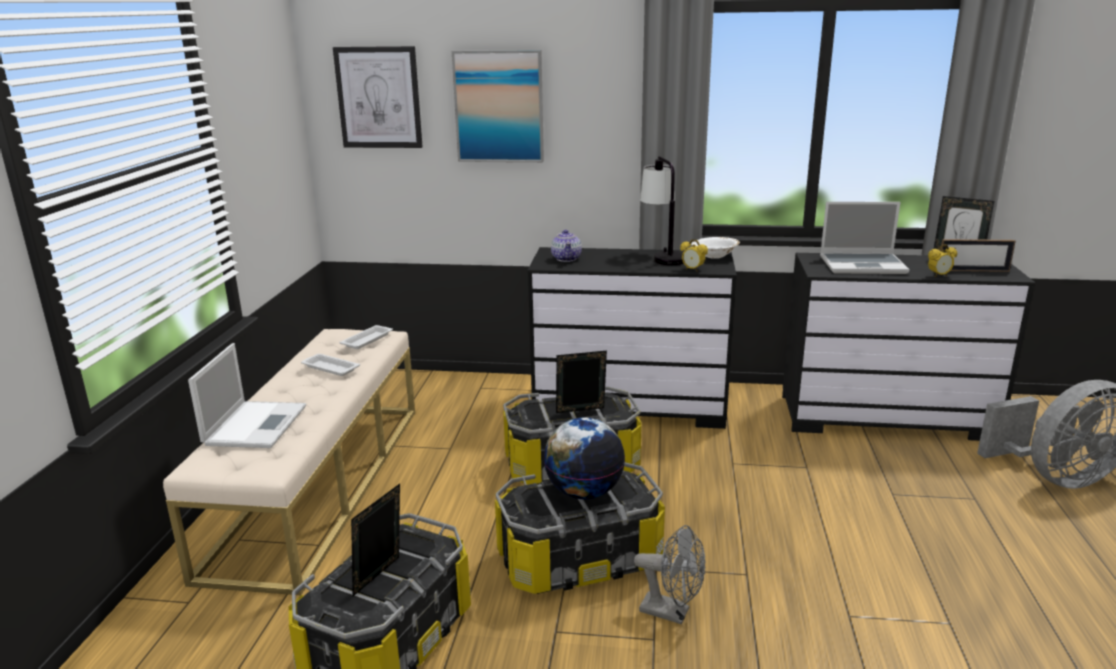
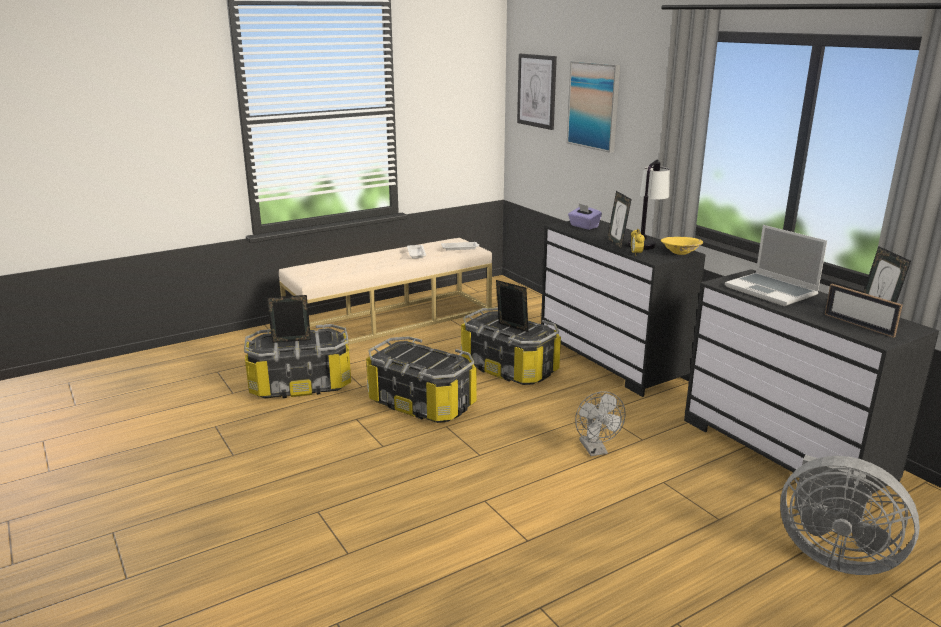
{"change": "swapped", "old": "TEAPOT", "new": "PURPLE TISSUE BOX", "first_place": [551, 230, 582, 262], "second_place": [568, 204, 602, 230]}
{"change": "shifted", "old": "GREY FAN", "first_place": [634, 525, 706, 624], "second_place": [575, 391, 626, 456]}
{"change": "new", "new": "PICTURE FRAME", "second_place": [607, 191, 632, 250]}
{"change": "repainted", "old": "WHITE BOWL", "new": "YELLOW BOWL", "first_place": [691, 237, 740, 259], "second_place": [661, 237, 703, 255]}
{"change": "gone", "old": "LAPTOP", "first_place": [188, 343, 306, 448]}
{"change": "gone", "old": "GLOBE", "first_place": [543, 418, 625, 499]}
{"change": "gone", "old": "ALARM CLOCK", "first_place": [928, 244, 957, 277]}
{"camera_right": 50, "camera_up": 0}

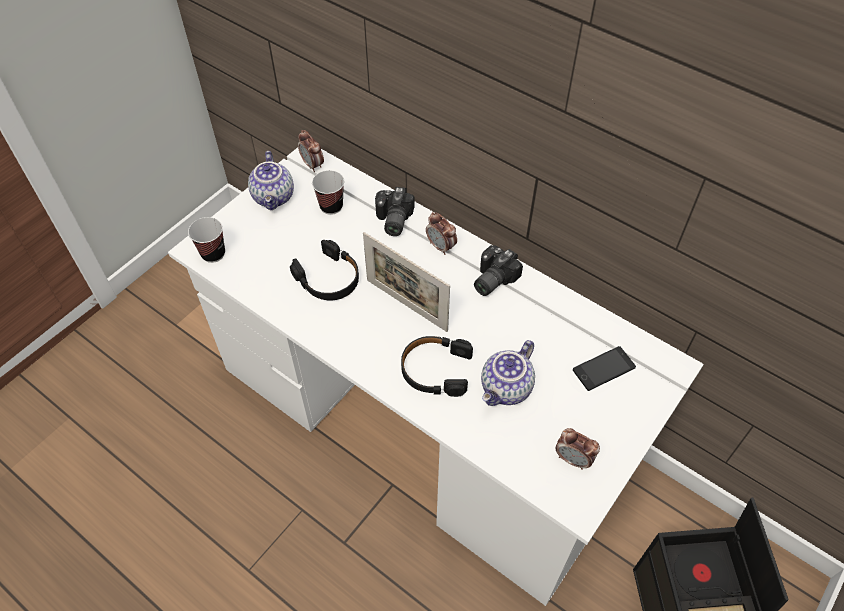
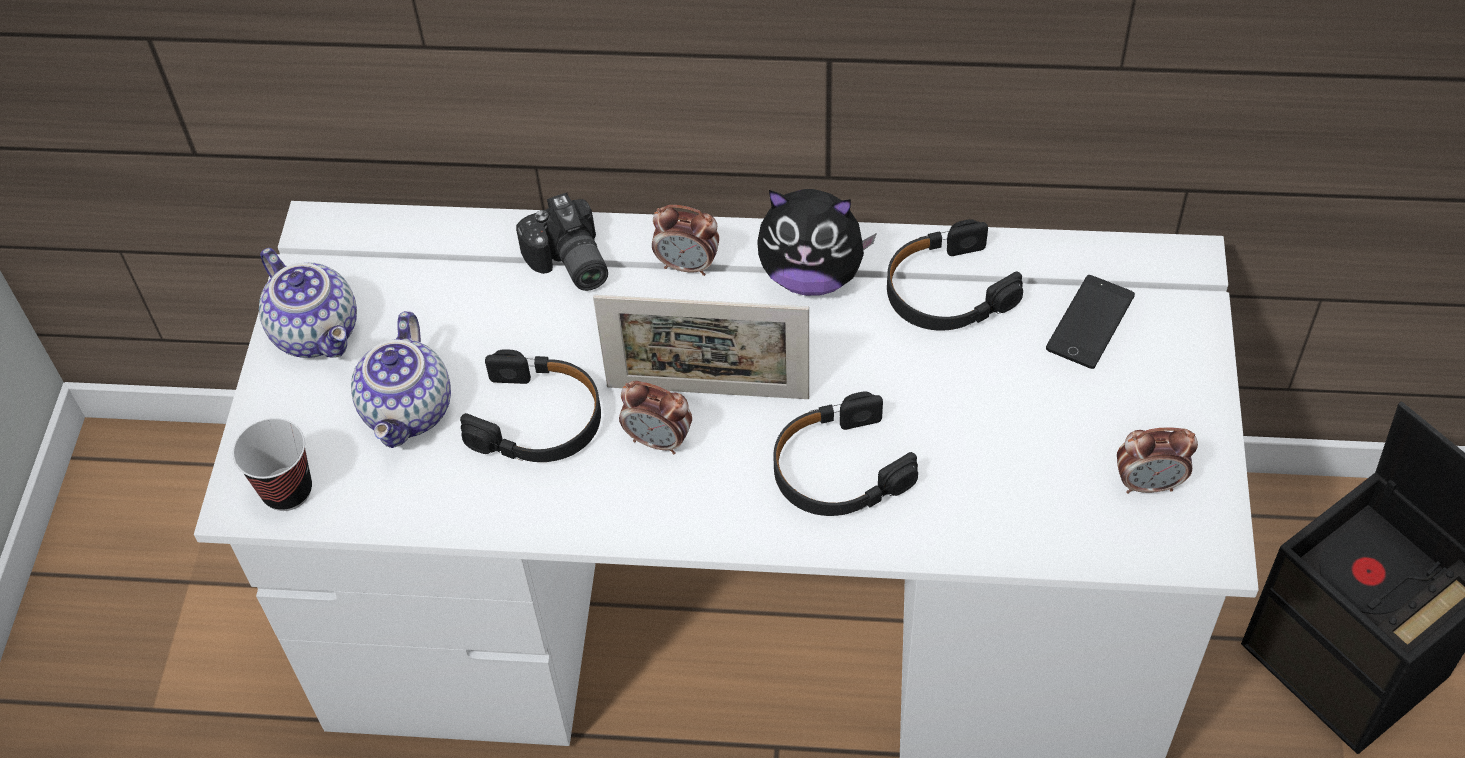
{"change": "shifted", "old": "TEAPOT", "first_place": [481, 340, 535, 406], "second_place": [351, 311, 451, 448]}
{"change": "shifted", "old": "ALARM CLOCK", "first_place": [298, 130, 324, 172], "second_place": [619, 381, 692, 454]}
{"change": "swapped", "old": "PHOTO CAMERA", "new": "PLUSH TOY", "first_place": [474, 245, 523, 296], "second_place": [757, 189, 877, 296]}
{"change": "new", "new": "BLACK HEADPHONES", "second_place": [887, 219, 1023, 331]}
{"change": "gone", "old": "CUP", "first_place": [312, 170, 344, 215]}
{"camera_right": -30, "camera_up": 0}

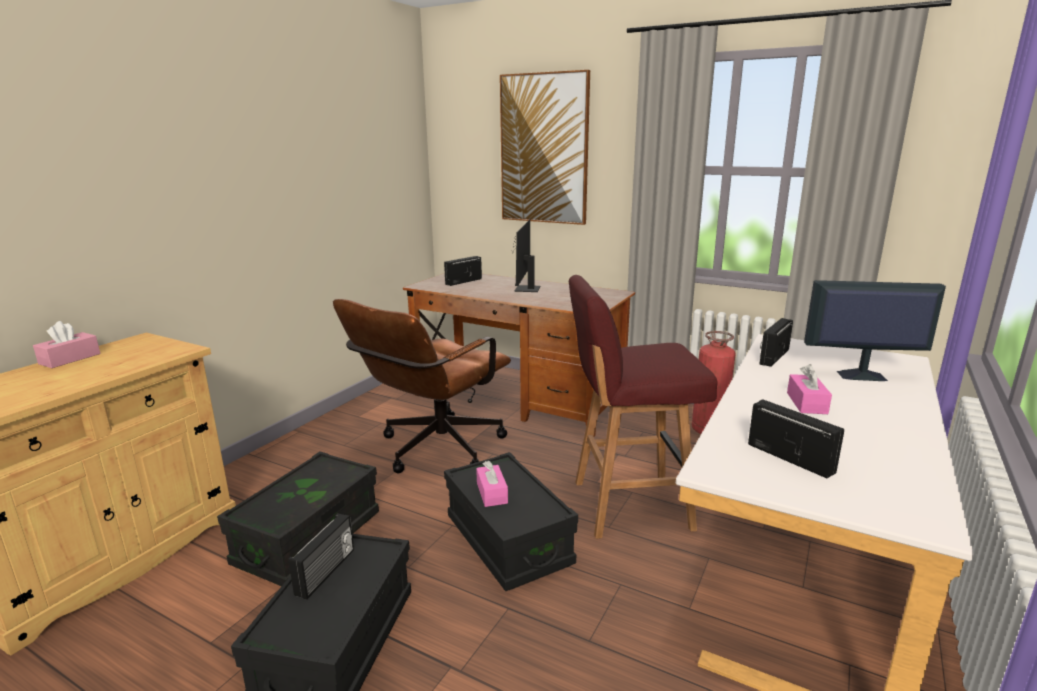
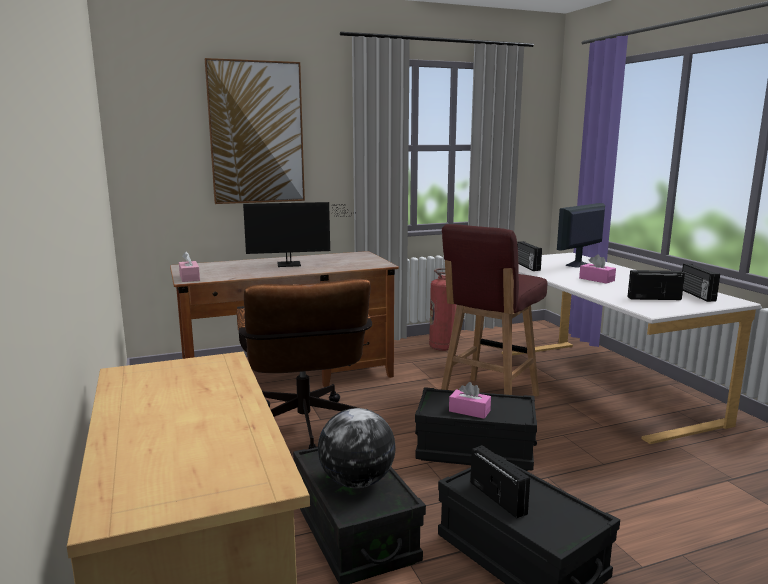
{"change": "shifted", "old": "PINK TISSUE BOX", "first_place": [33, 321, 100, 368], "second_place": [179, 251, 200, 282]}
{"change": "rotated", "old": "MONITOR", "first_place": [514, 219, 540, 292], "second_place": [243, 202, 357, 267], "degrees": -60}
{"change": "new", "new": "GLOBE", "second_place": [318, 408, 396, 488]}
{"change": "shifted", "old": "RADIO", "first_place": [444, 256, 482, 286], "second_place": [682, 264, 720, 302]}
{"camera_right": -50, "camera_up": -5}

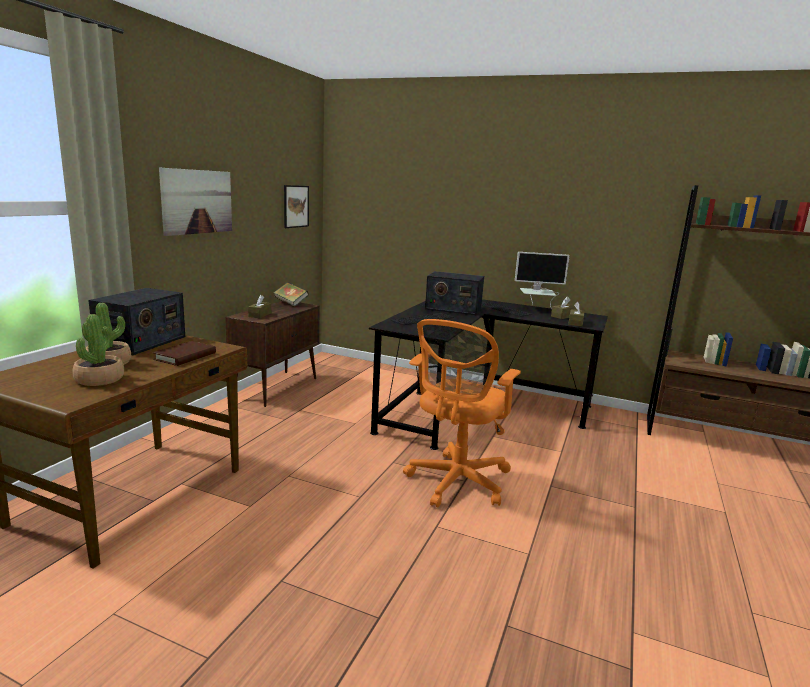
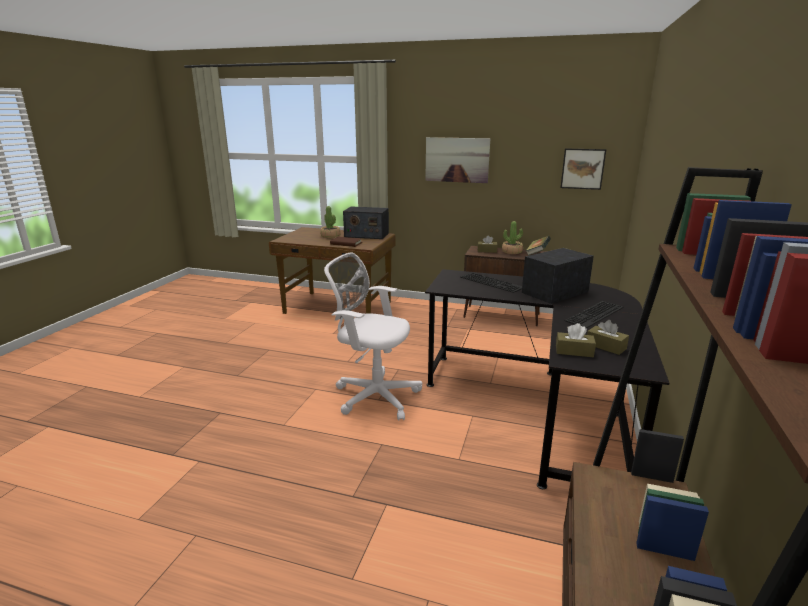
{"change": "repainted", "old": "ORANGE OFFICE CHAIR", "new": "WHITE OFFICE CHAIR", "first_place": [403, 319, 521, 507], "second_place": [324, 253, 422, 421]}
{"change": "shifted", "old": "POTTED PLANT", "first_place": [72, 314, 124, 386], "second_place": [502, 221, 523, 254]}
{"change": "rotated", "old": "RADIO", "first_place": [425, 271, 484, 315], "second_place": [522, 248, 594, 304], "degrees": 45}
{"change": "gone", "old": "MONITOR", "first_place": [515, 252, 570, 309]}
{"camera_right": 85, "camera_up": 5}

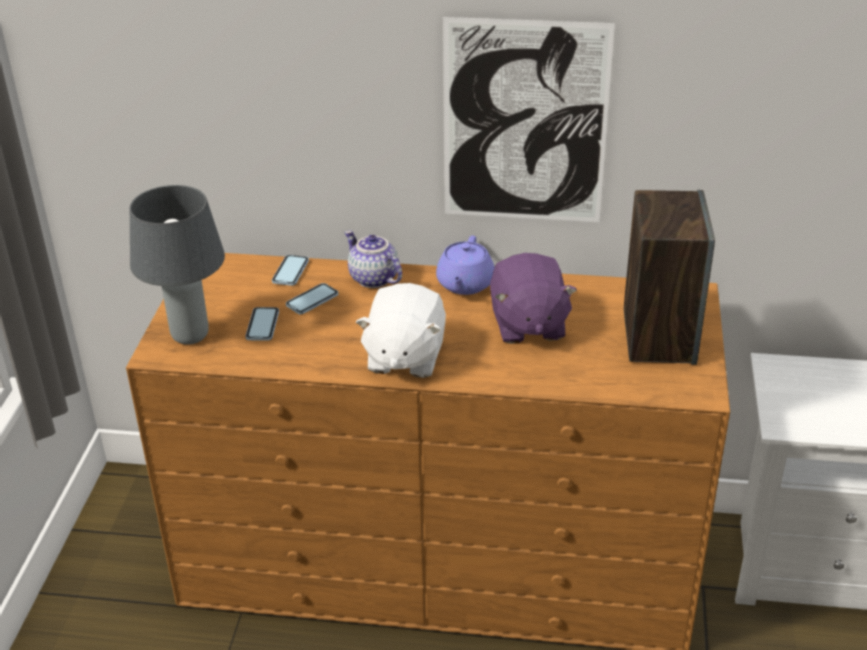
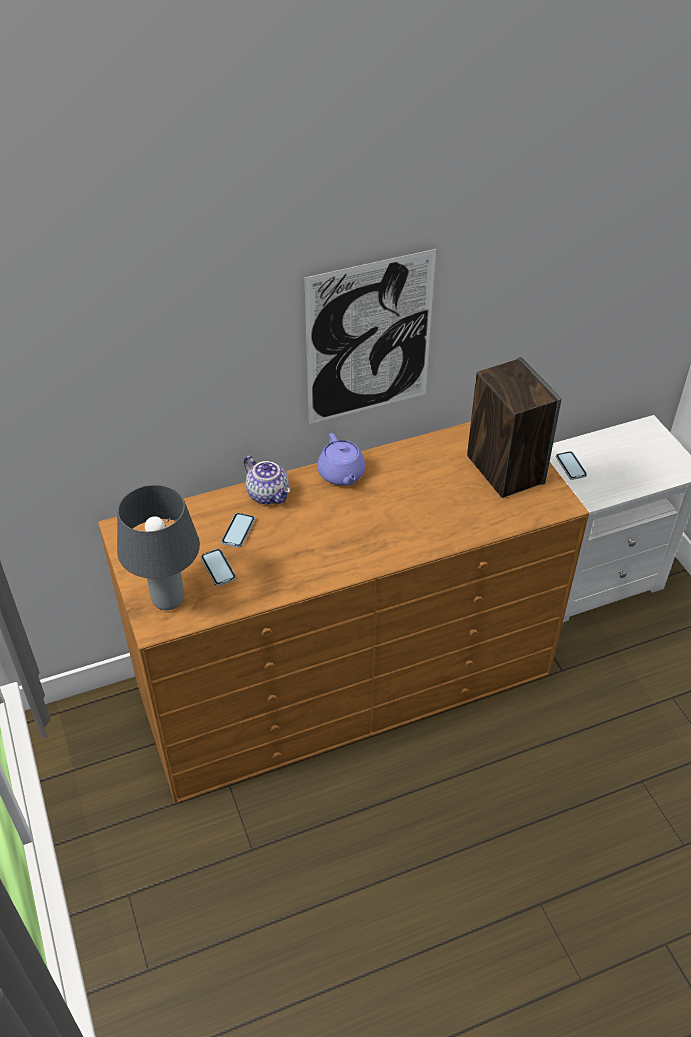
{"change": "rotated", "old": "TEAPOT", "first_place": [344, 230, 402, 288], "second_place": [244, 456, 290, 505], "degrees": -150}
{"change": "shifted", "old": "PHONE", "first_place": [272, 255, 309, 286], "second_place": [556, 451, 587, 480]}
{"change": "gone", "old": "WHITE PLUSH TOY", "first_place": [355, 283, 446, 378]}
{"change": "gone", "old": "PURPLE PLUSH TOY", "first_place": [490, 253, 577, 344]}
{"camera_right": -30, "camera_up": 10}

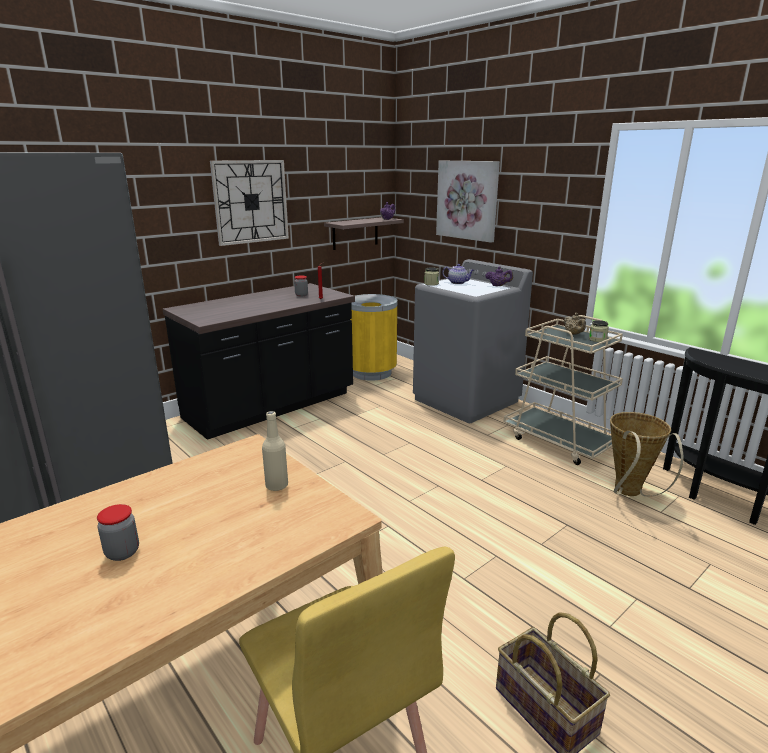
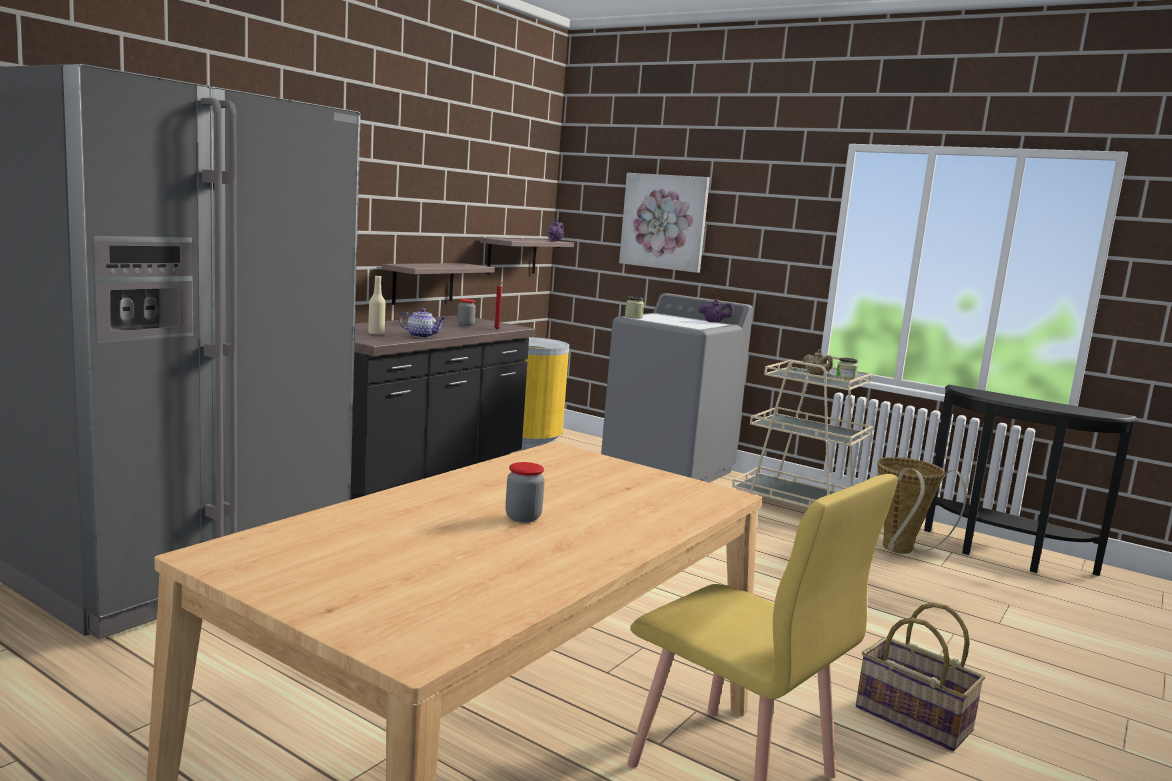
{"change": "shifted", "old": "BEIGE BOTTLE", "first_place": [262, 411, 288, 491], "second_place": [368, 276, 386, 335]}
{"change": "new", "new": "SHELF", "second_place": [382, 263, 495, 305]}
{"change": "shifted", "old": "TEAPOT", "first_place": [442, 264, 474, 284], "second_place": [399, 308, 445, 338]}
{"change": "gone", "old": "WALL CLOCK", "first_place": [210, 160, 289, 246]}
{"camera_right": -15, "camera_up": -10}

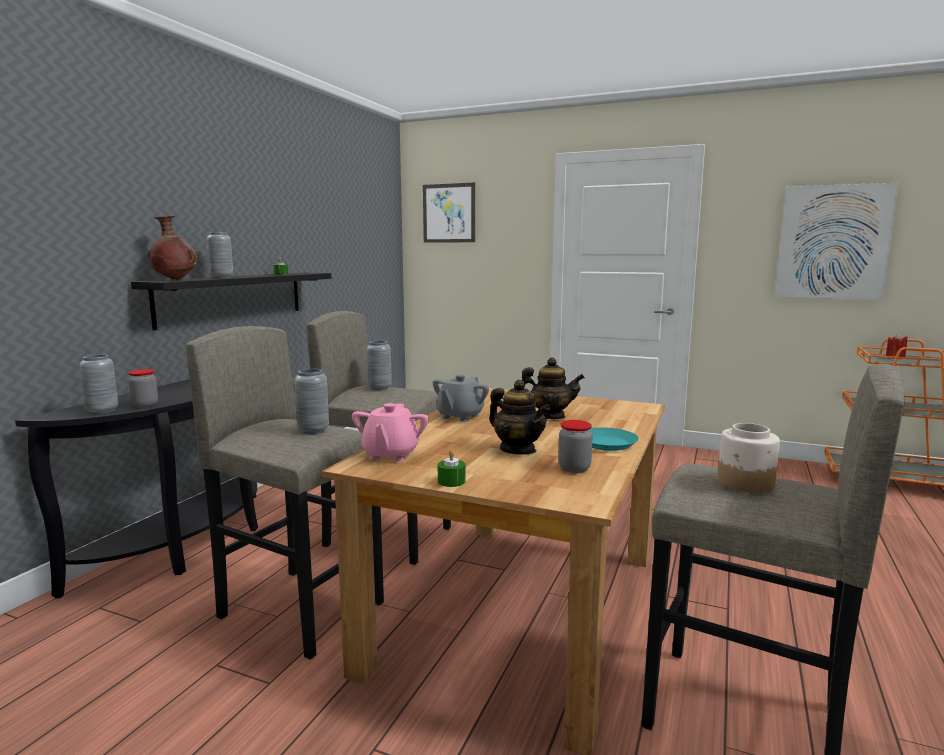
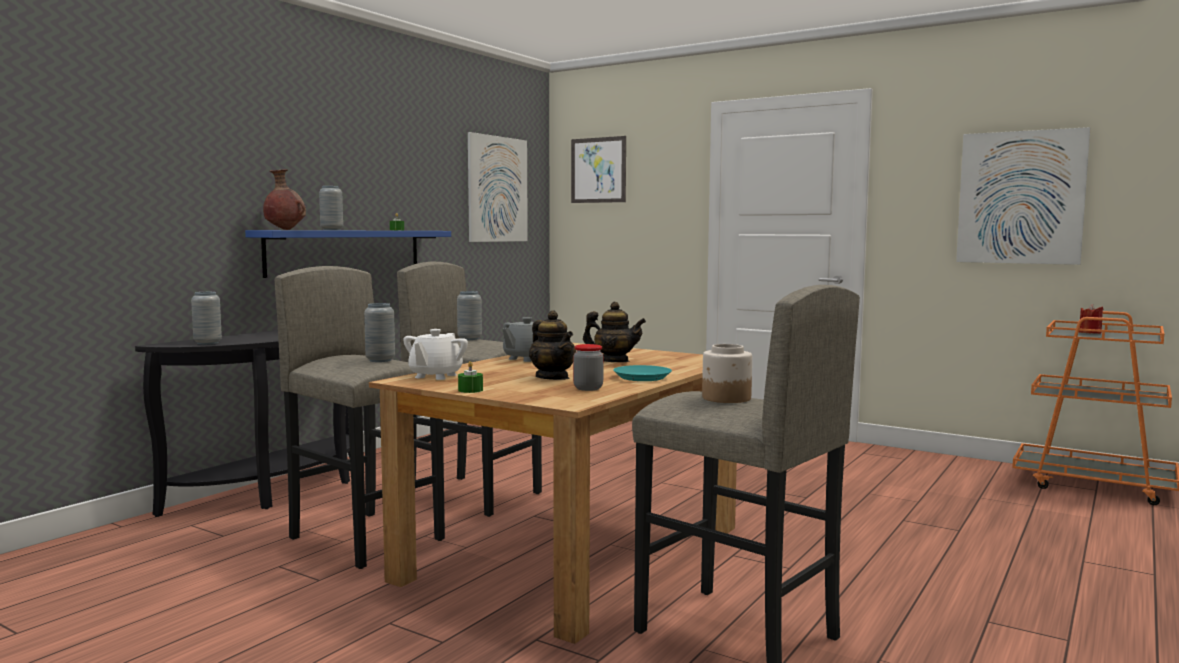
{"change": "repainted", "old": "BLACK SHELF", "new": "BLUE SHELF", "first_place": [131, 273, 331, 330], "second_place": [245, 230, 451, 278]}
{"change": "repainted", "old": "PINK TEAPOT", "new": "WHITE TEAPOT", "first_place": [352, 403, 429, 462], "second_place": [403, 329, 468, 380]}
{"change": "new", "new": "PICTURE", "second_place": [468, 132, 528, 242]}
{"change": "gone", "old": "JAR", "first_place": [128, 369, 158, 407]}
{"camera_right": 10, "camera_up": -5}

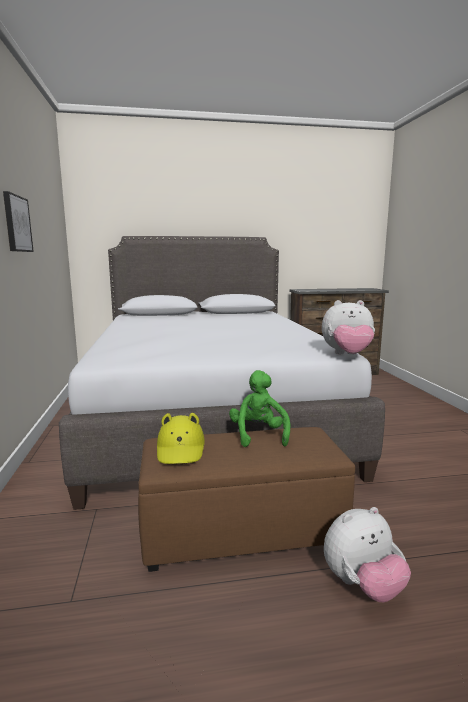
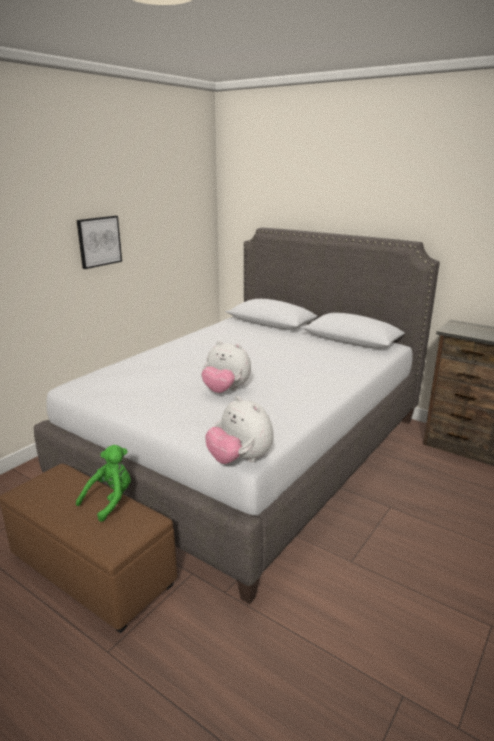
{"change": "shifted", "old": "PLUSH TOY", "first_place": [324, 507, 411, 602], "second_place": [201, 341, 251, 393]}
{"change": "gone", "old": "YELLOW HAT", "first_place": [157, 413, 205, 464]}
{"camera_right": 45, "camera_up": 10}

